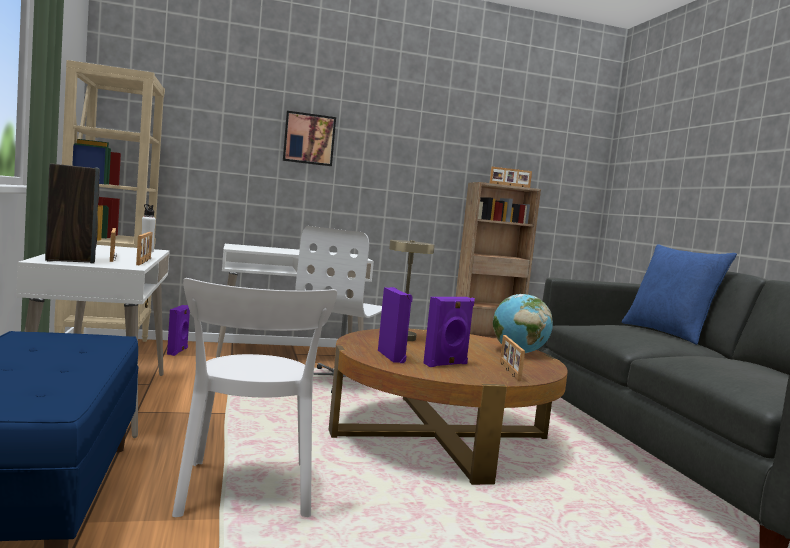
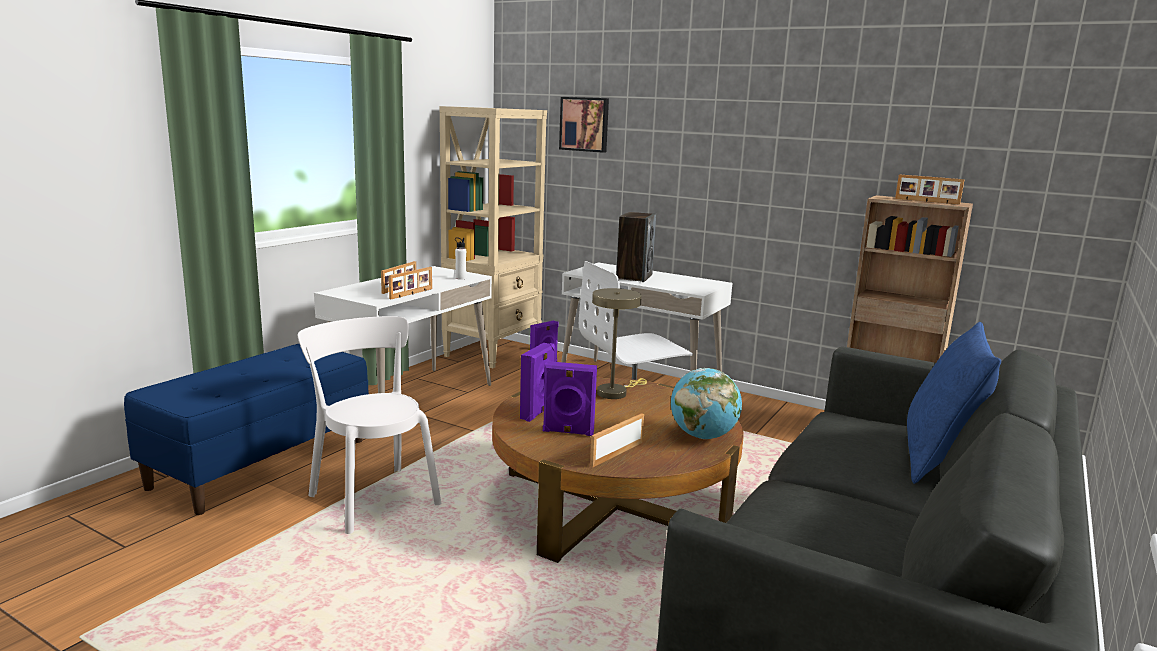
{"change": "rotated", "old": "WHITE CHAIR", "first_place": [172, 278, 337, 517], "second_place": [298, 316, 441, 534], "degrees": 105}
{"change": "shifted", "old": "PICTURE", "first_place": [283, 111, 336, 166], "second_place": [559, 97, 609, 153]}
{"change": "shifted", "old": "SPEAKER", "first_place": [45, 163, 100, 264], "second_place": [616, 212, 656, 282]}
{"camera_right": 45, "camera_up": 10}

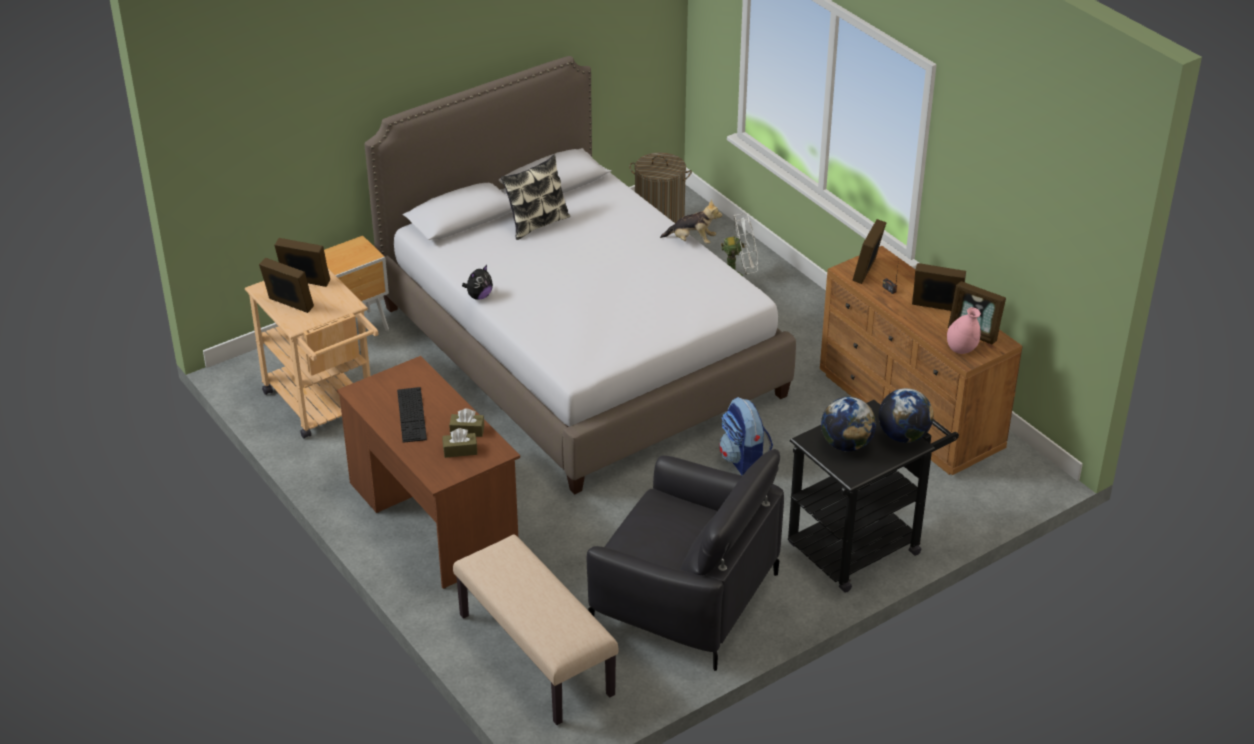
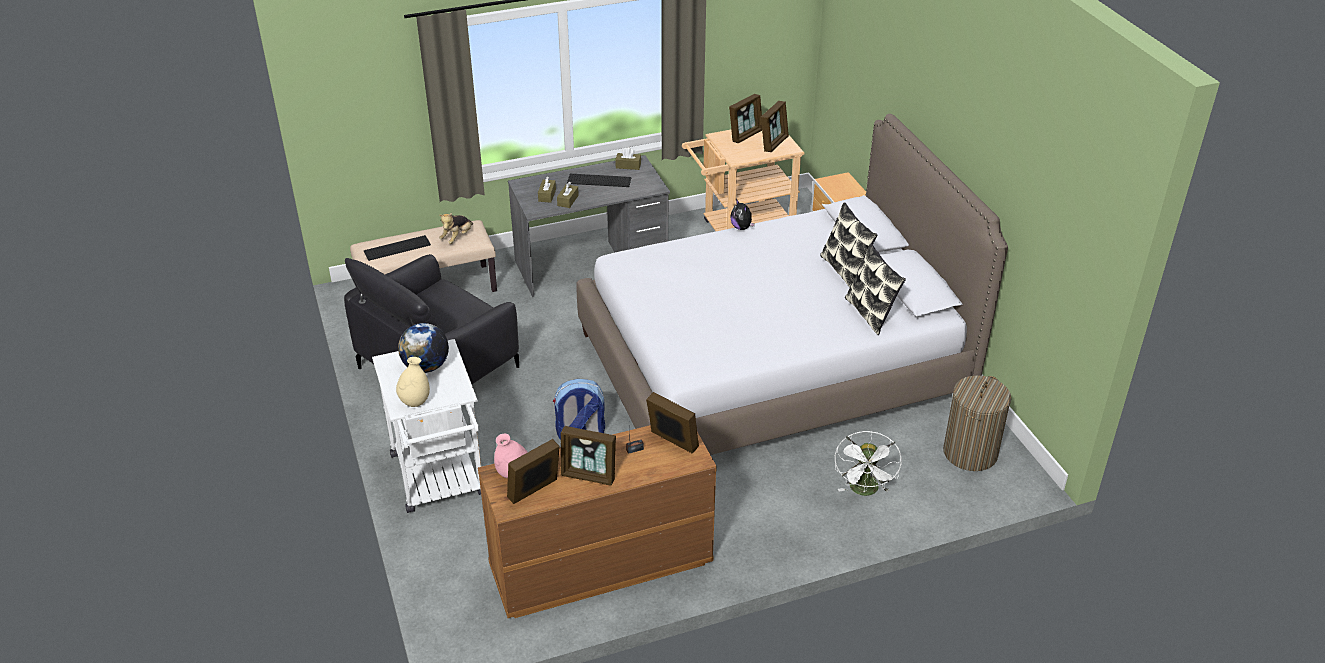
{"change": "new", "new": "KEYBOARD", "second_place": [364, 235, 431, 261]}
{"change": "repainted", "old": "BLACK CART", "new": "WHITE CART", "first_place": [788, 400, 959, 593], "second_place": [372, 339, 481, 513]}
{"change": "swapped", "old": "GLOBE", "new": "BEIGE VASE", "first_place": [878, 388, 933, 443], "second_place": [396, 357, 430, 407]}
{"change": "shifted", "old": "PLUSH TOY", "first_place": [660, 199, 722, 244], "second_place": [439, 213, 473, 244]}
{"change": "repainted", "old": "BROWN DESK", "new": "GREY DESK", "first_place": [337, 356, 520, 589], "second_place": [508, 155, 670, 297]}
{"change": "rotated", "old": "PICTURE FRAME", "first_place": [912, 263, 966, 311], "second_place": [561, 426, 616, 486], "degrees": 75}
{"change": "new", "new": "BROWN TISSUE BOX", "second_place": [615, 148, 641, 170]}
{"change": "new", "new": "PILLOW", "second_place": [845, 244, 906, 335]}
{"camera_right": 105, "camera_up": 0}

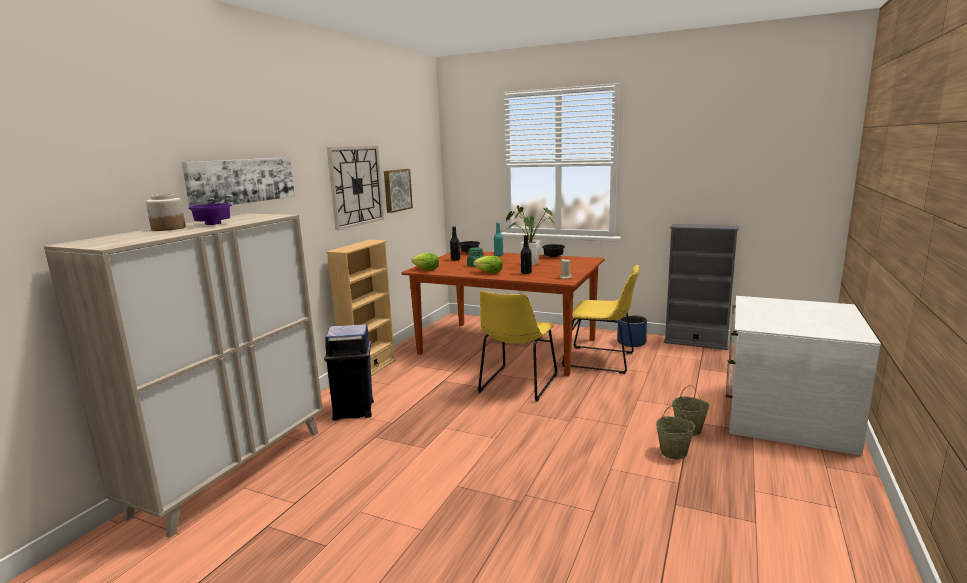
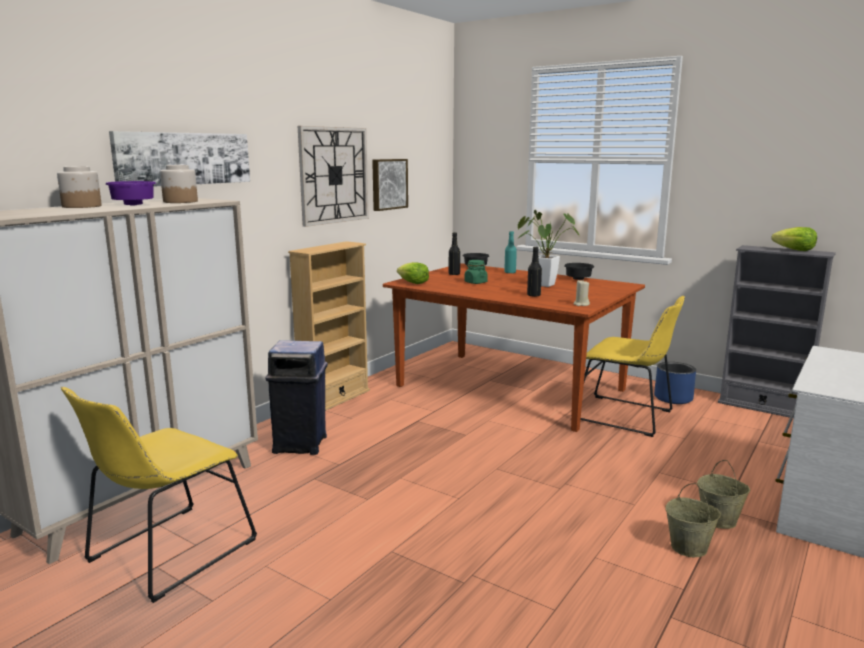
{"change": "shifted", "old": "YELLOW CHAIR", "first_place": [478, 291, 558, 402], "second_place": [61, 387, 257, 603]}
{"change": "new", "new": "JAR", "second_place": [160, 165, 198, 203]}
{"change": "shifted", "old": "LETTUCE", "first_place": [473, 256, 503, 274], "second_place": [772, 227, 817, 251]}
{"camera_right": 10, "camera_up": 0}

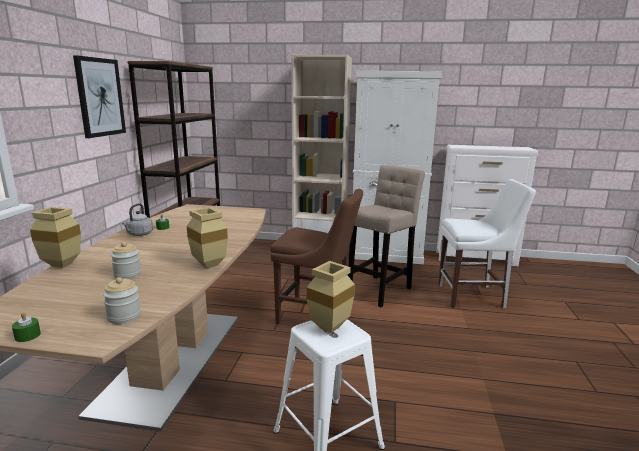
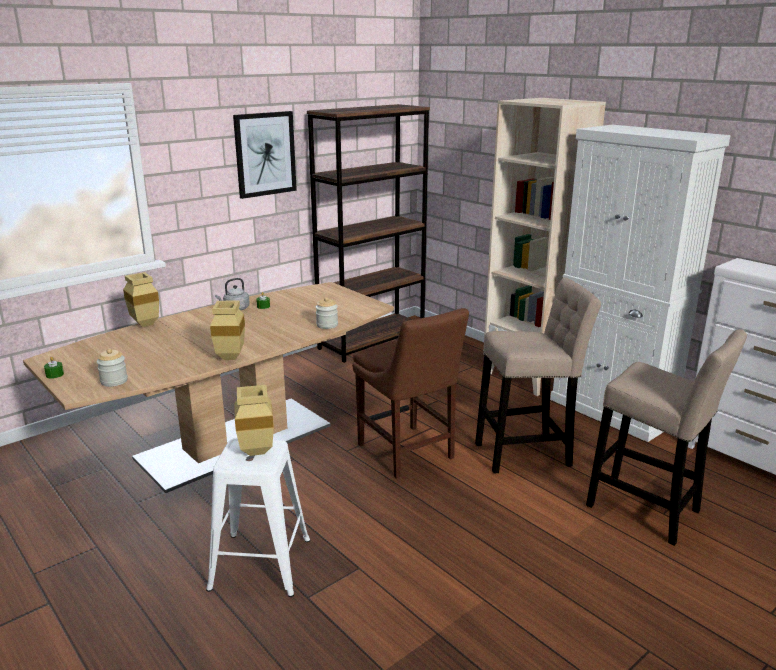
{"change": "shifted", "old": "JAR", "first_place": [111, 242, 141, 279], "second_place": [316, 297, 338, 329]}
{"change": "swapped", "old": "WHITE CHAIR", "new": "BEIGE STOOL", "first_place": [438, 179, 536, 308], "second_place": [586, 329, 747, 546]}
{"camera_right": 40, "camera_up": 5}

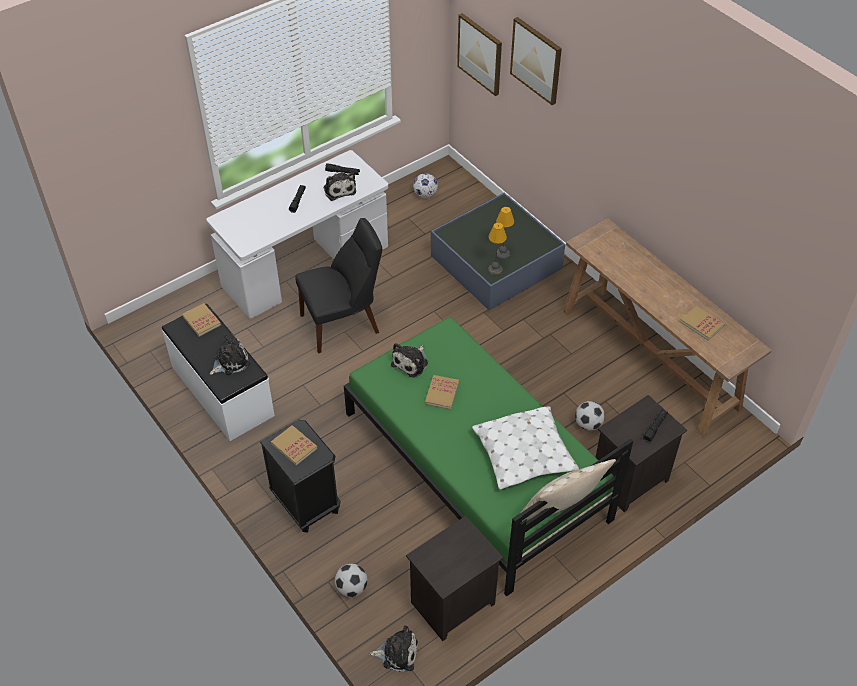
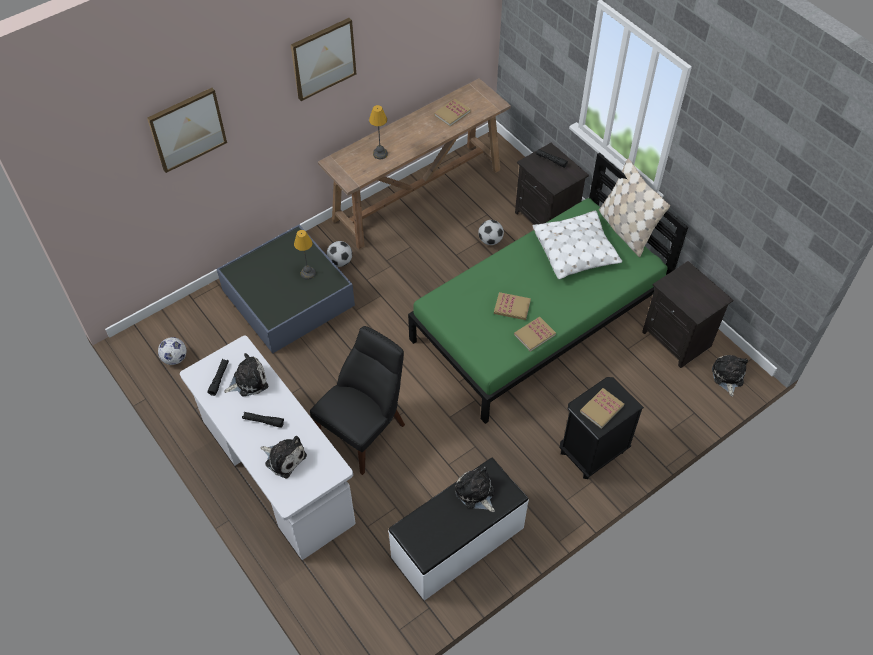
{"change": "shifted", "old": "PLUSH TOY", "first_place": [391, 343, 428, 377], "second_place": [261, 436, 307, 478]}
{"change": "shifted", "old": "PICTURE", "first_place": [457, 13, 502, 96], "second_place": [291, 18, 356, 101]}
{"change": "rotated", "old": "BLACK CHAIR", "first_place": [295, 218, 382, 353], "second_place": [310, 326, 405, 475], "degrees": 60}
{"change": "shifted", "old": "FOOTBALL", "first_place": [335, 564, 367, 597], "second_place": [327, 241, 352, 267]}
{"change": "shifted", "old": "TABLE LAMP", "first_place": [488, 223, 507, 276], "second_place": [369, 105, 388, 159]}
{"change": "shifted", "old": "BOOK", "first_place": [182, 303, 221, 337], "second_place": [514, 316, 556, 352]}
{"camera_right": -90, "camera_up": 5}

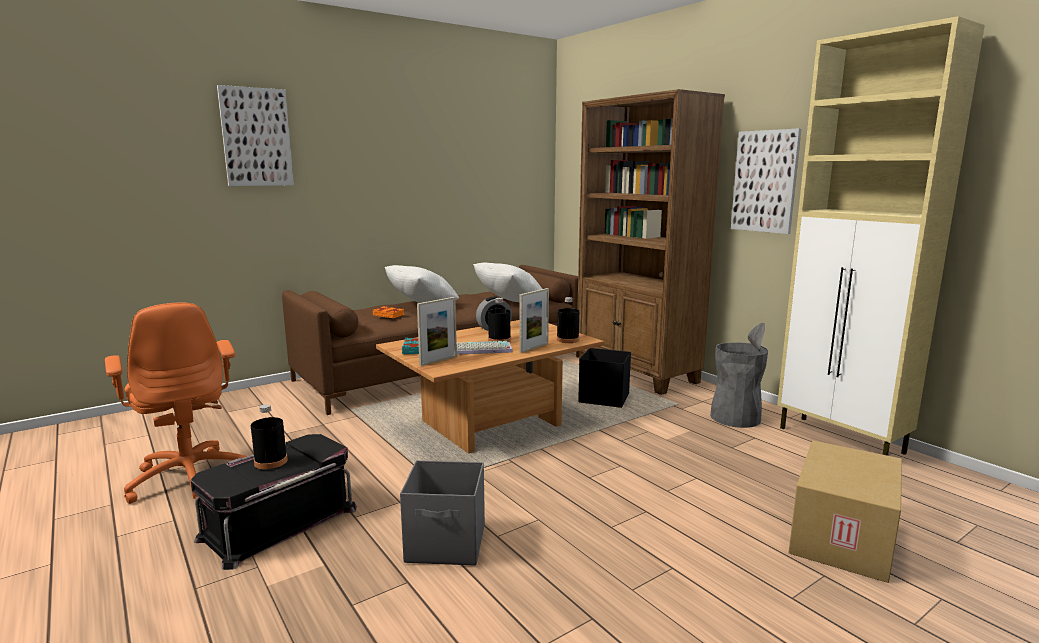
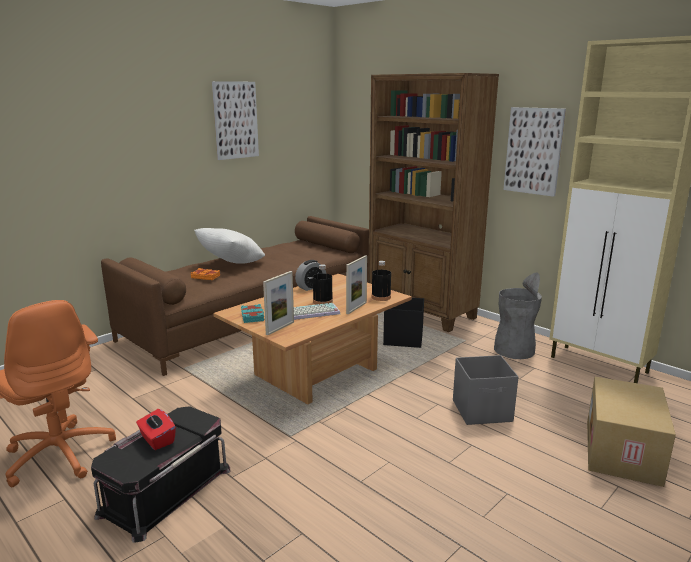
{"change": "swapped", "old": "BLACK BOTTLE", "new": "RED TISSUE BOX", "first_place": [251, 404, 288, 469], "second_place": [136, 409, 176, 450]}
{"change": "shifted", "old": "PICTURE", "first_place": [217, 85, 294, 186], "second_place": [212, 81, 259, 160]}
{"change": "shifted", "old": "GREY STORAGE BOX", "first_place": [400, 460, 485, 566], "second_place": [453, 355, 519, 425]}
{"change": "gone", "old": "WHITE PILLOW", "first_place": [473, 263, 542, 302]}
{"camera_right": -10, "camera_up": 5}

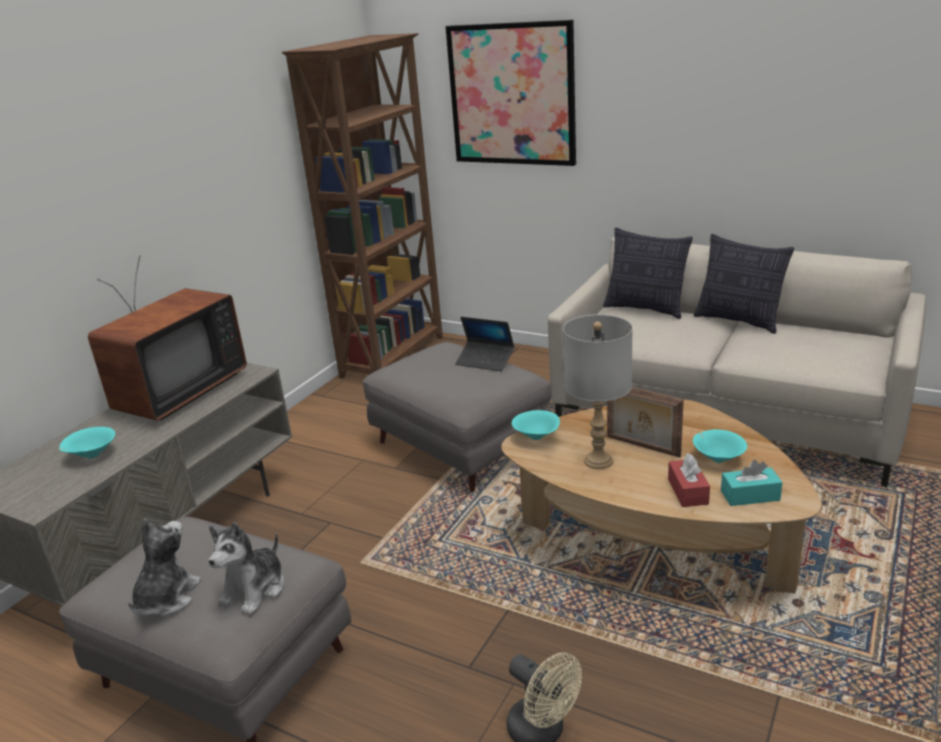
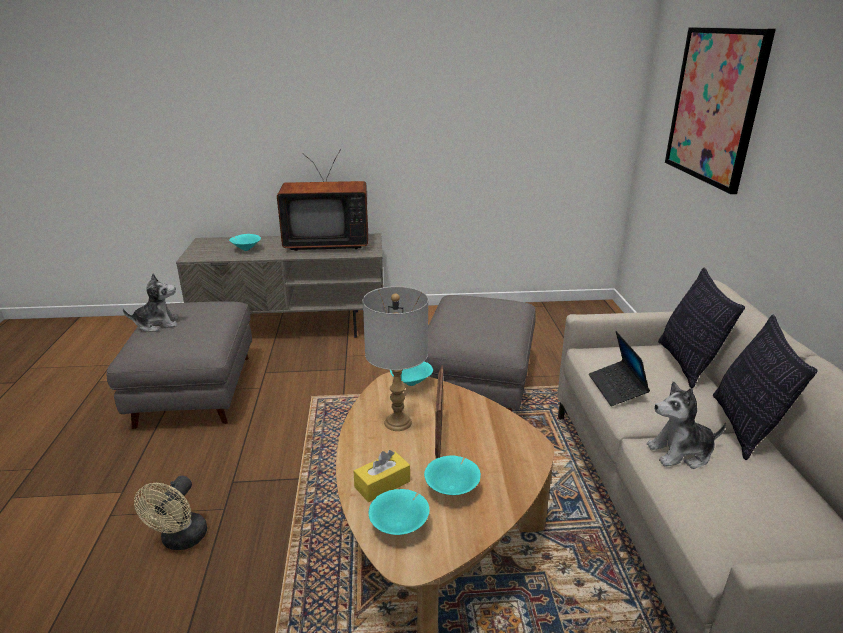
{"change": "repainted", "old": "RED TISSUE BOX", "new": "YELLOW TISSUE BOX", "first_place": [668, 453, 710, 507], "second_place": [353, 450, 410, 502]}
{"change": "swapped", "old": "TURQUOISE TISSUE BOX", "new": "TURQUOISE BOWL", "first_place": [721, 460, 782, 506], "second_place": [369, 489, 430, 535]}
{"change": "shifted", "old": "LAPTOP", "first_place": [455, 317, 514, 372], "second_place": [589, 331, 650, 406]}
{"change": "shifted", "old": "PLUSH TOY", "first_place": [208, 522, 284, 615], "second_place": [647, 381, 726, 469]}
{"change": "gone", "old": "BROWN BOOKCASE", "first_place": [282, 33, 443, 379]}
{"camera_right": 55, "camera_up": 0}

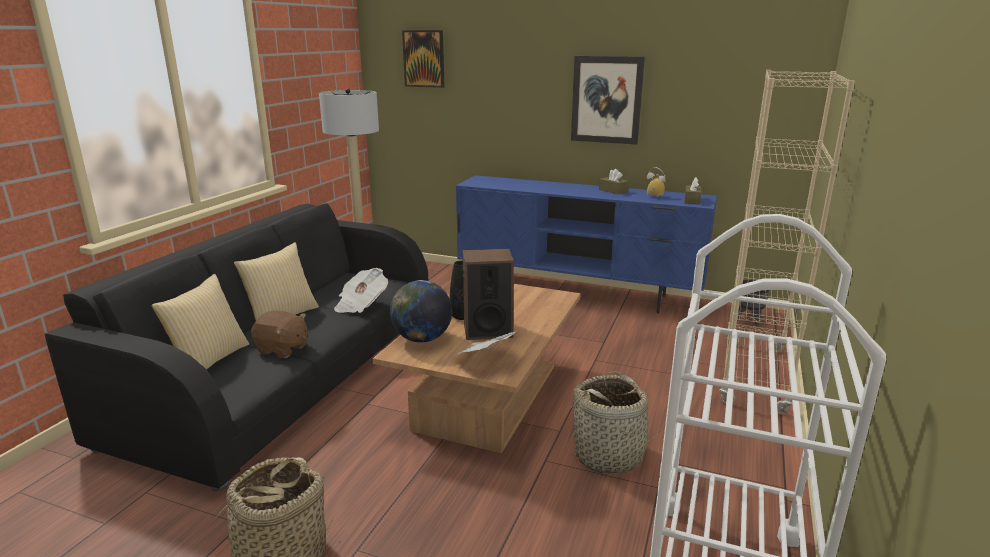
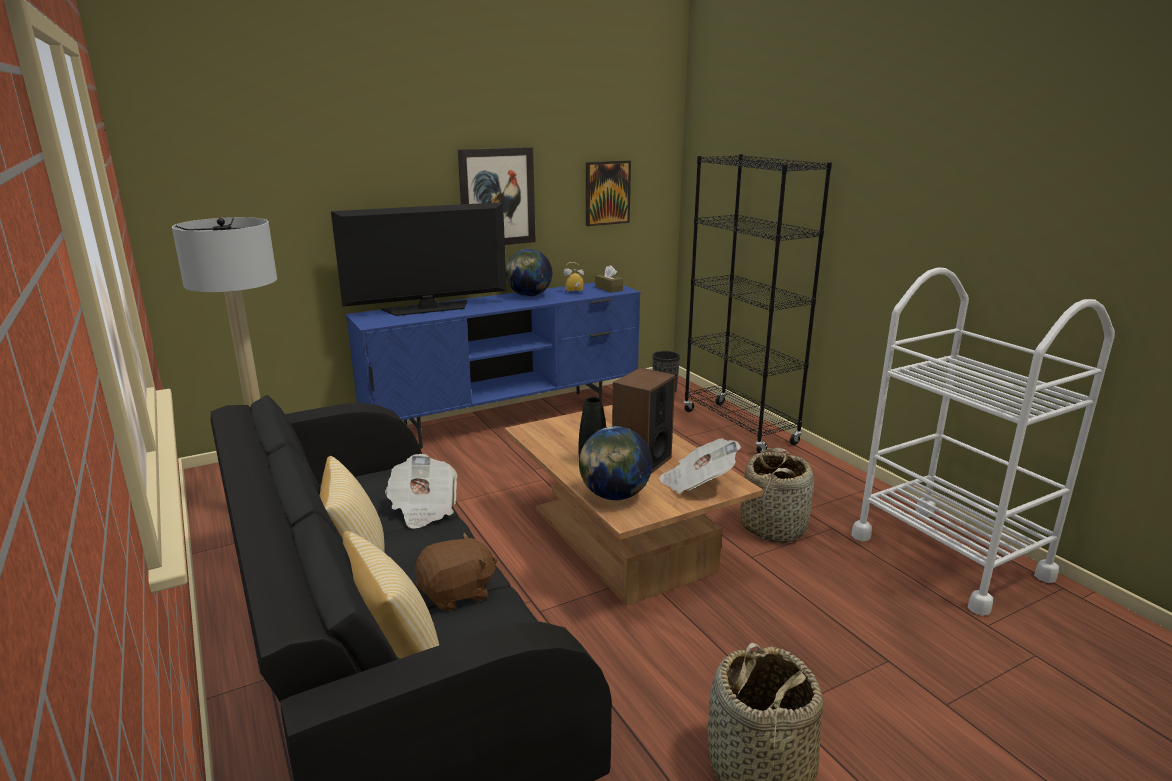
{"change": "new", "new": "TELEVISION", "second_place": [331, 202, 507, 316]}
{"change": "swapped", "old": "BROWN TISSUE BOX", "new": "GLOBE", "first_place": [599, 169, 629, 194], "second_place": [506, 249, 552, 297]}
{"change": "shifted", "old": "PICTURE", "first_place": [402, 30, 445, 88], "second_place": [586, 160, 631, 226]}
{"change": "repainted", "old": "BEIGE BOOKCASE", "new": "BLACK BOOKCASE", "first_place": [719, 70, 855, 415], "second_place": [683, 154, 832, 453]}
{"camera_right": -50, "camera_up": 0}

